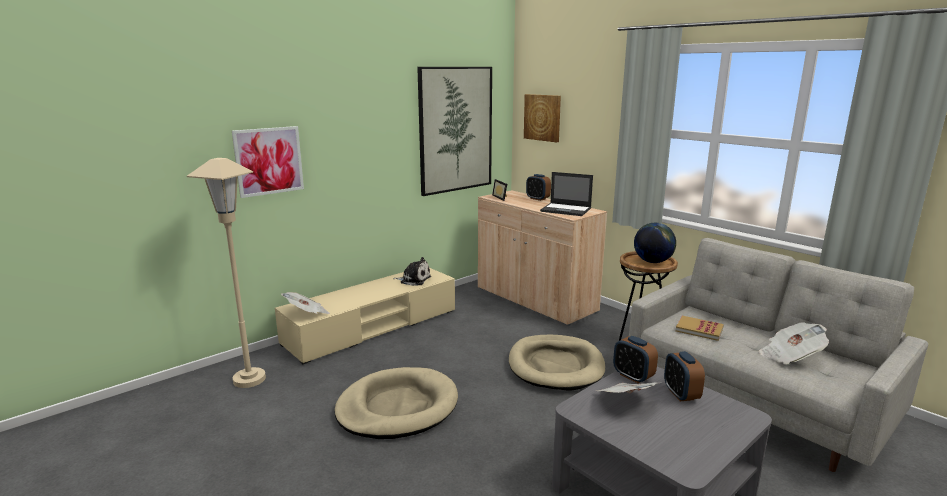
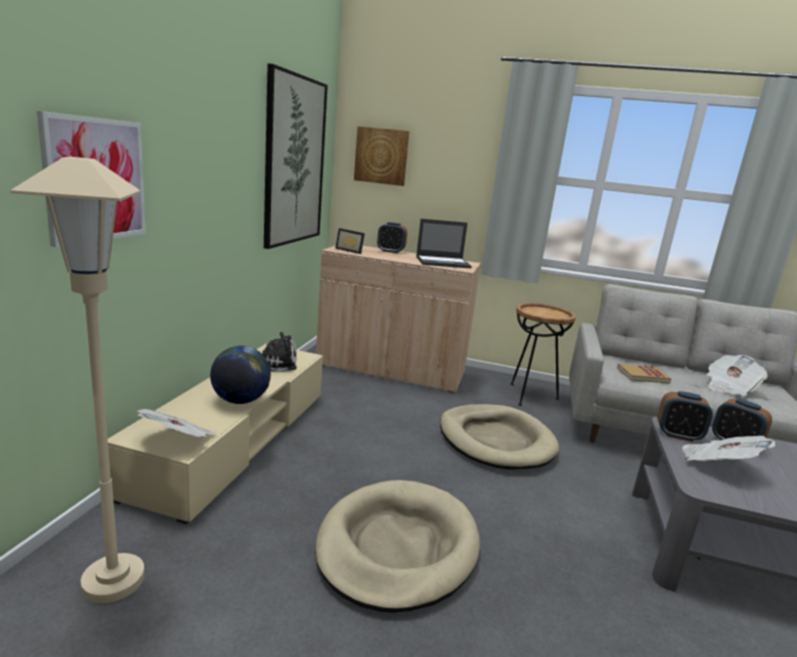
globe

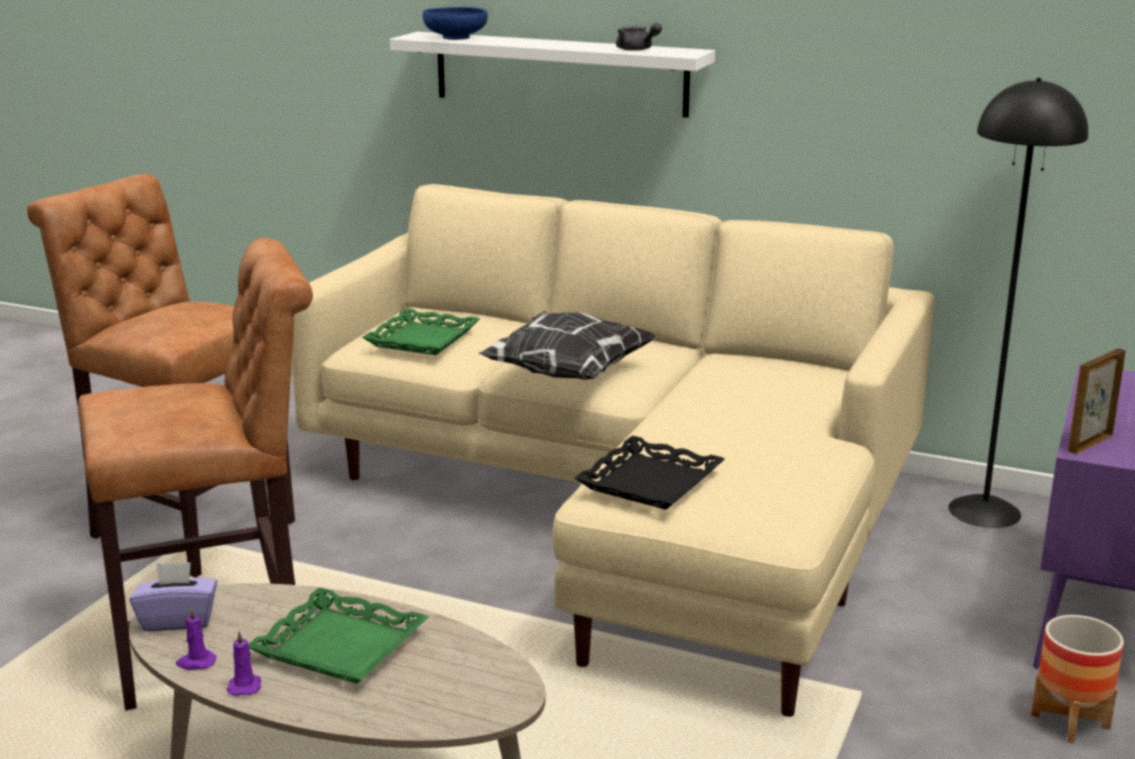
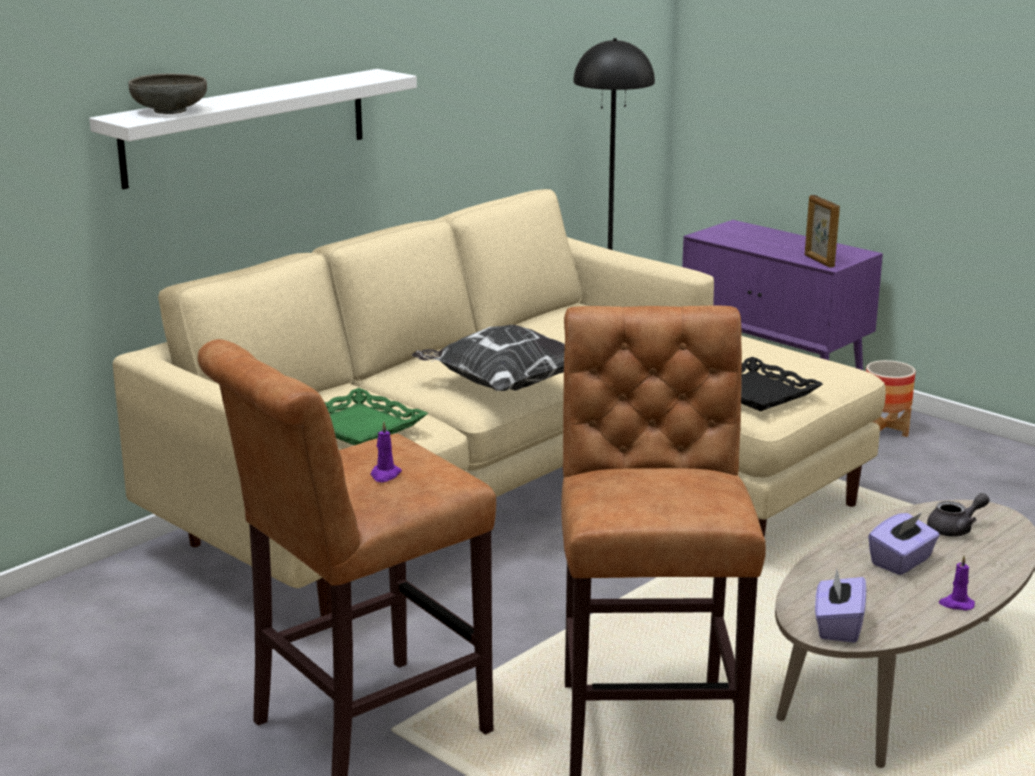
bowl (grey)
candle (purple) (no. 1 from left)
tissue box (purple) (no. 2 from left)
teapot (grey)

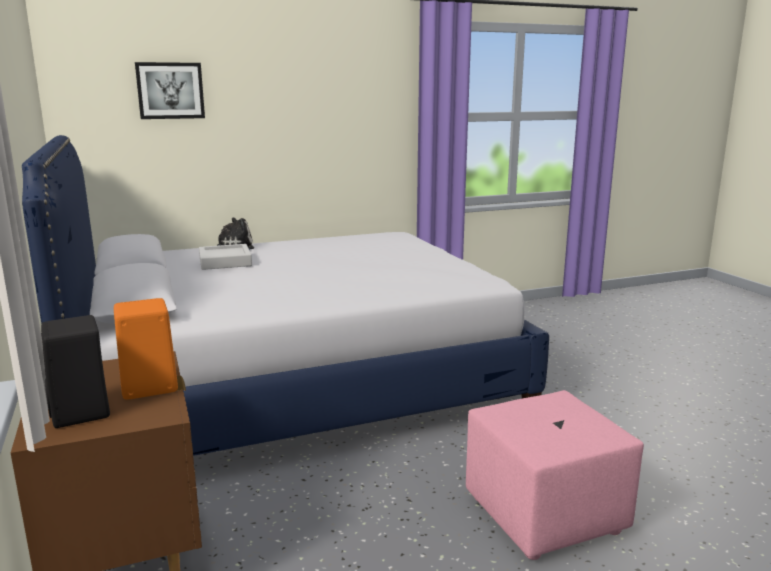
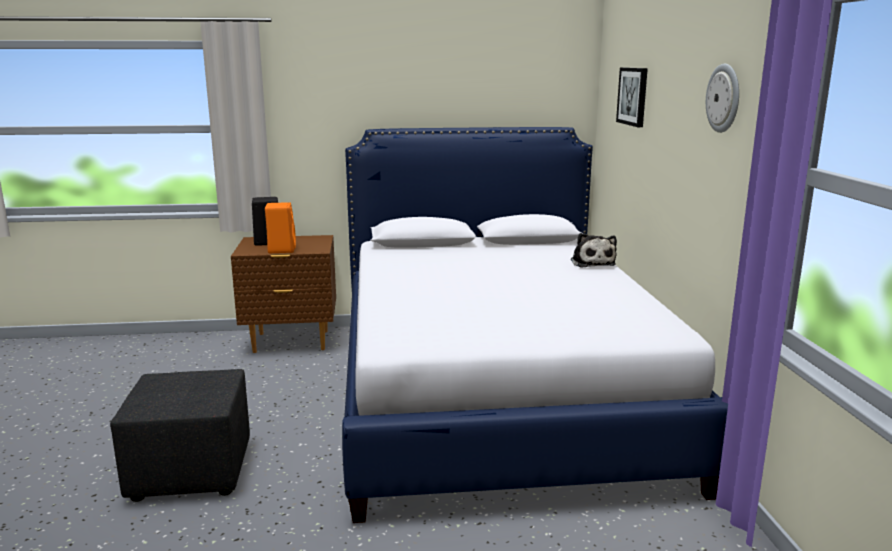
ottoman (black)
wall clock
tray (grey)

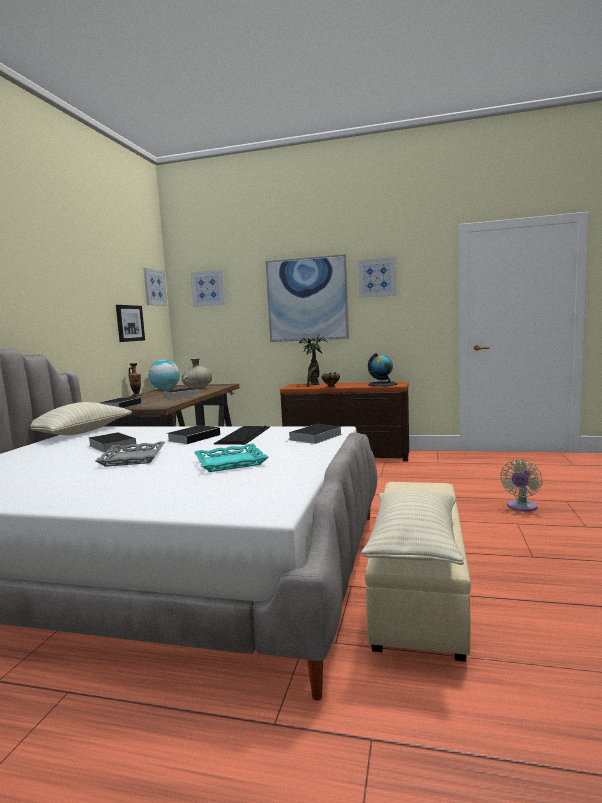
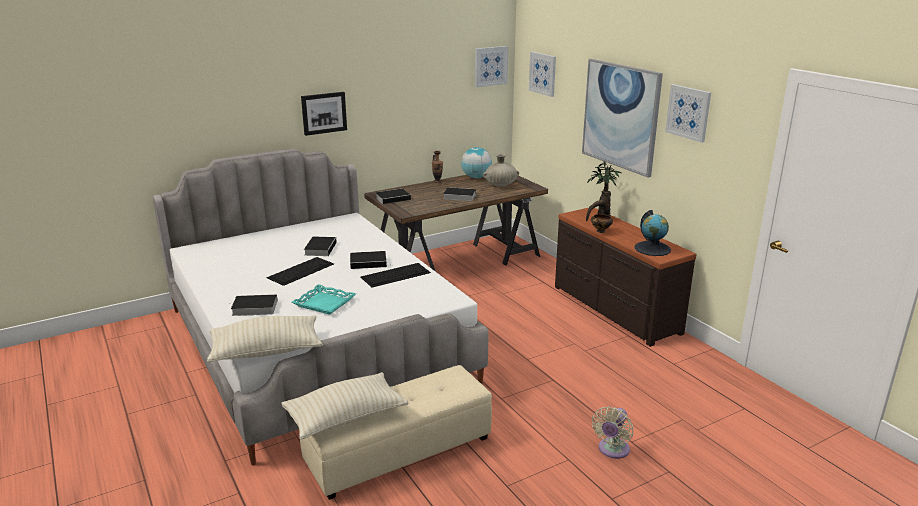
pillow (beige) (no. 1 from left)
book (no. 1 from left)
keyboard (no. 1 from left)
picture (no. 1 from left)
fan (beige)

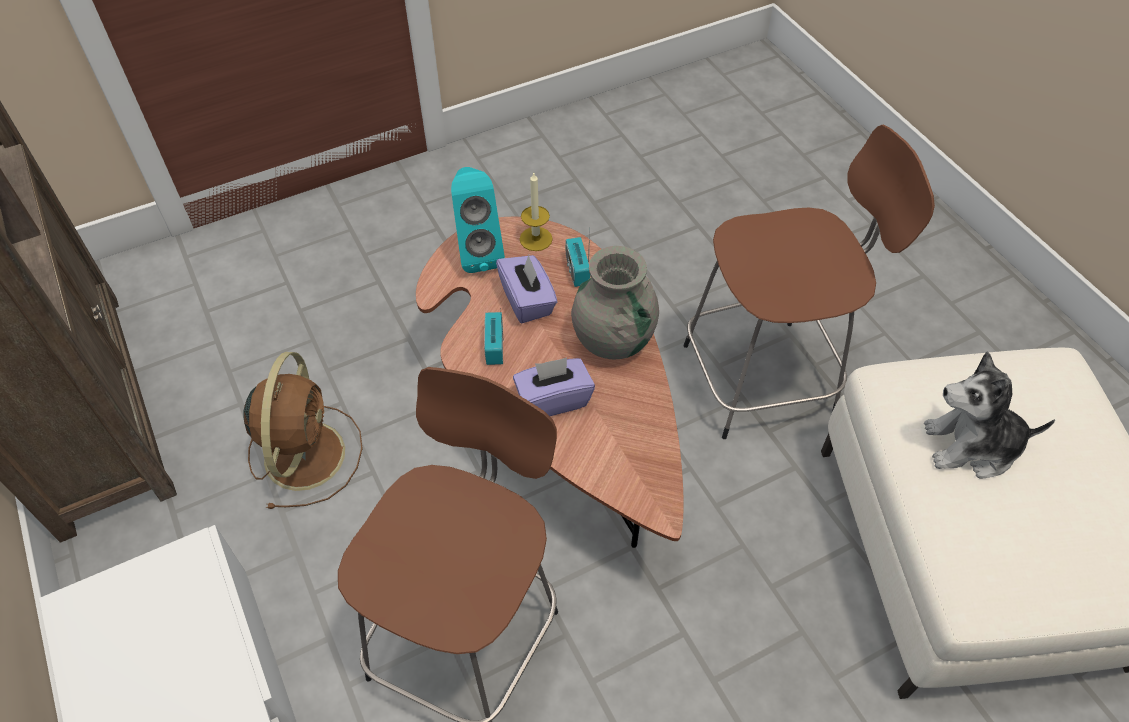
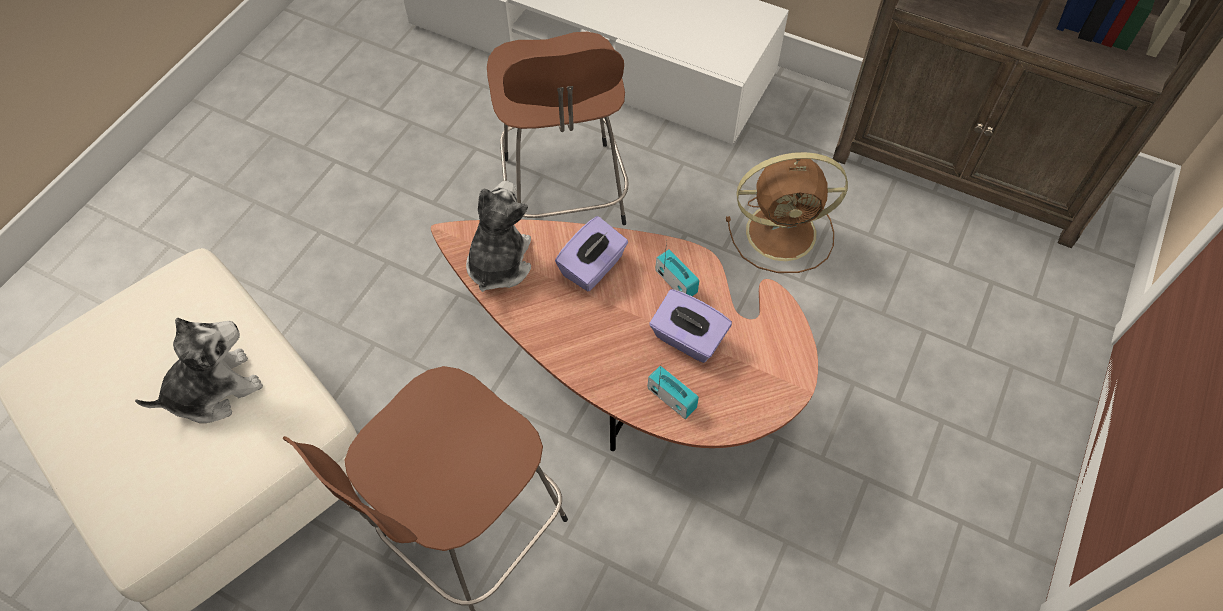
plush toy (no. 2 from left)
fan (brown)
speaker (turquoise)
candle
vase (grey)

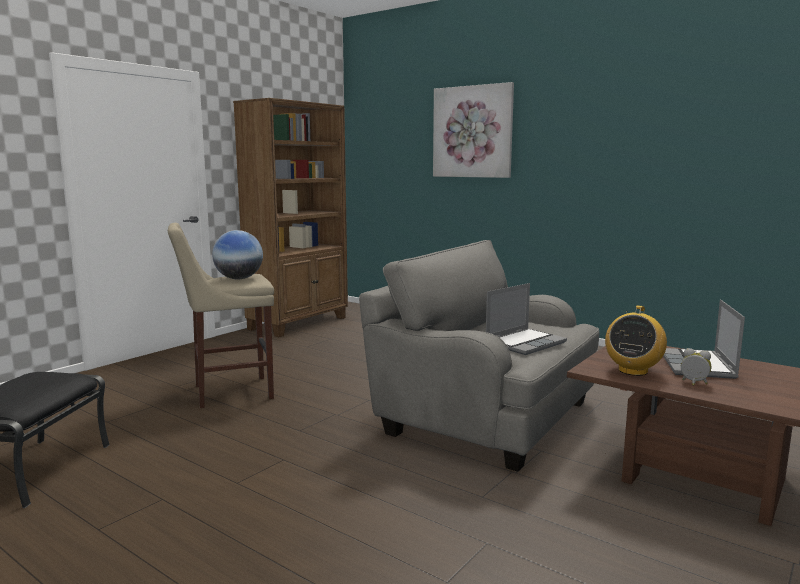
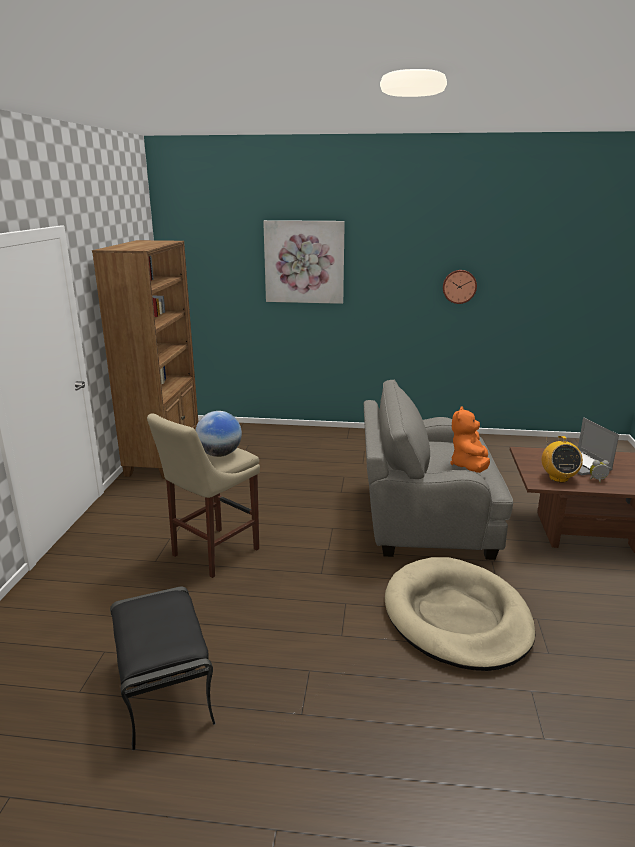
dog bed (beige)
wall clock
plush toy (orange)

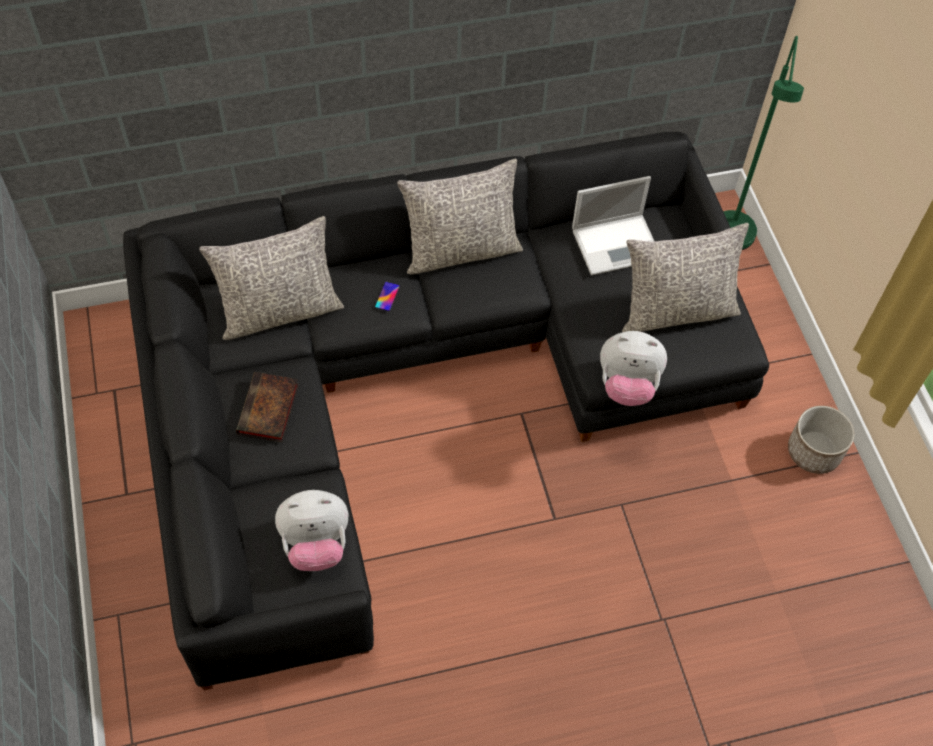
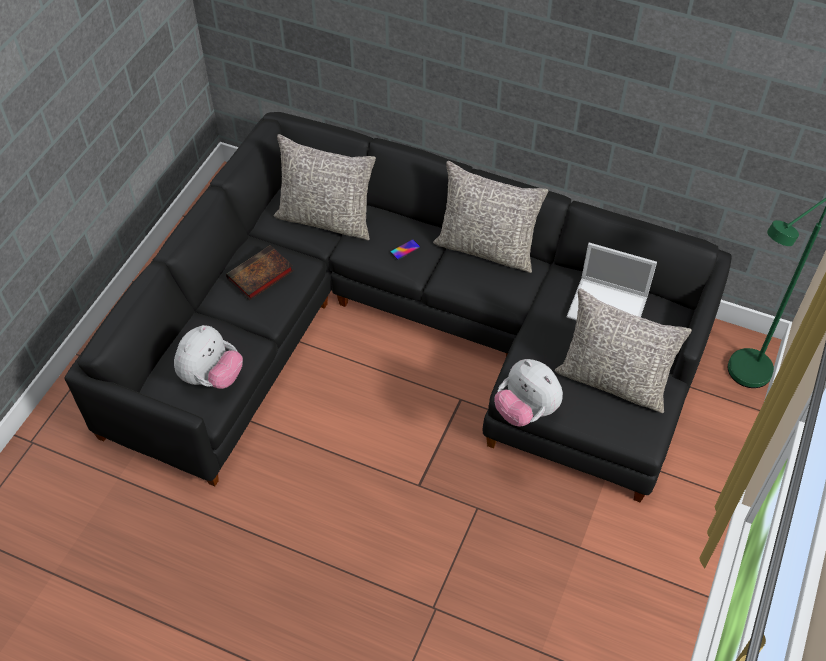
plush toy (no. 1 from left)
planter

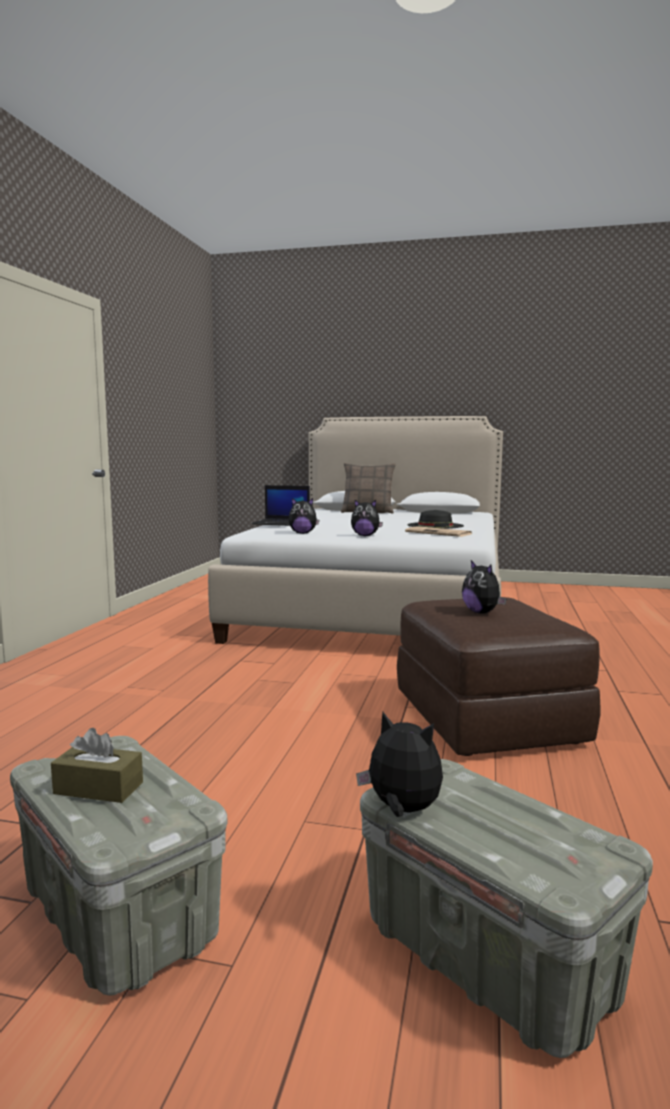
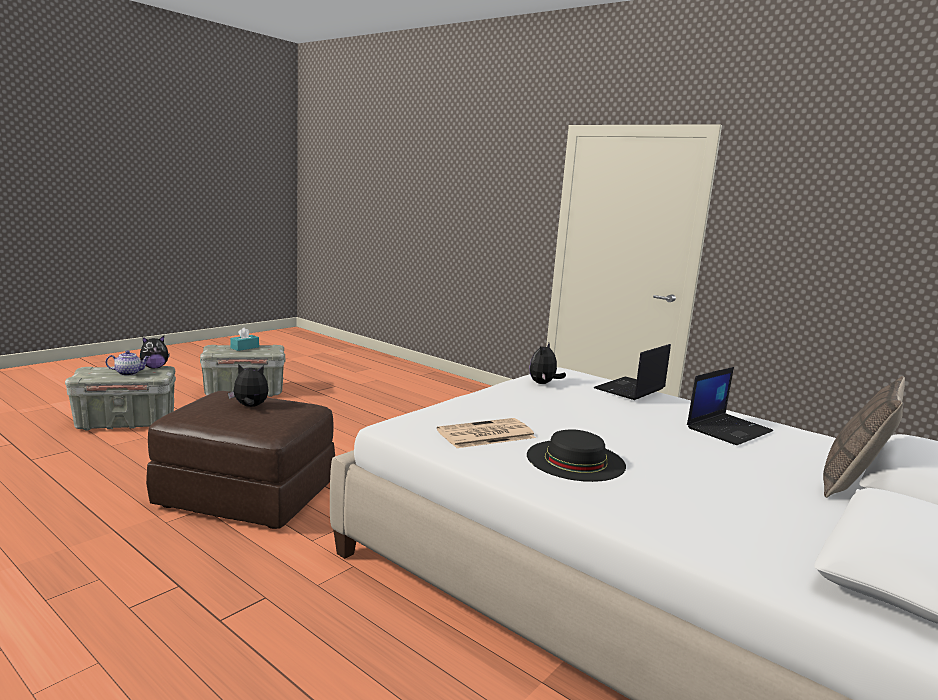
teapot
tissue box (turquoise)
laptop (no. 2 from left)
plush toy (no. 2 from left in the first image)

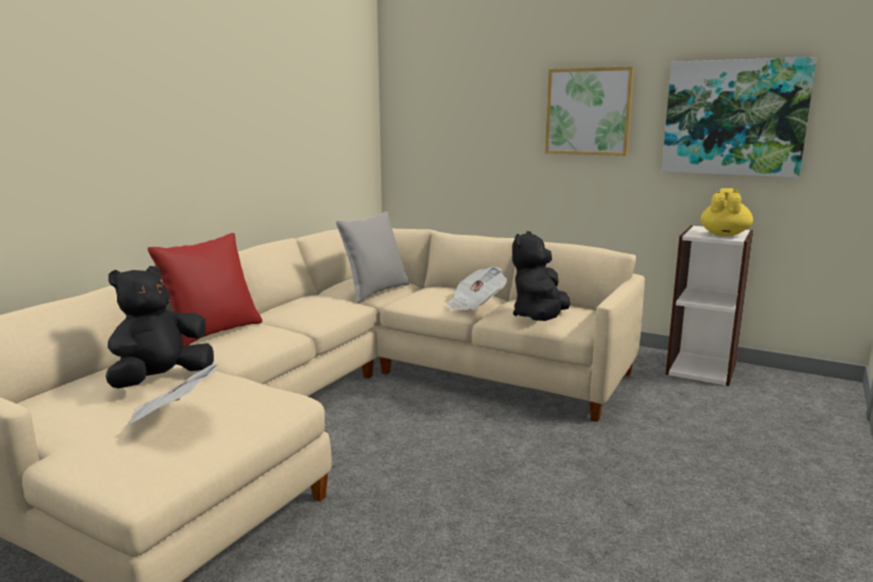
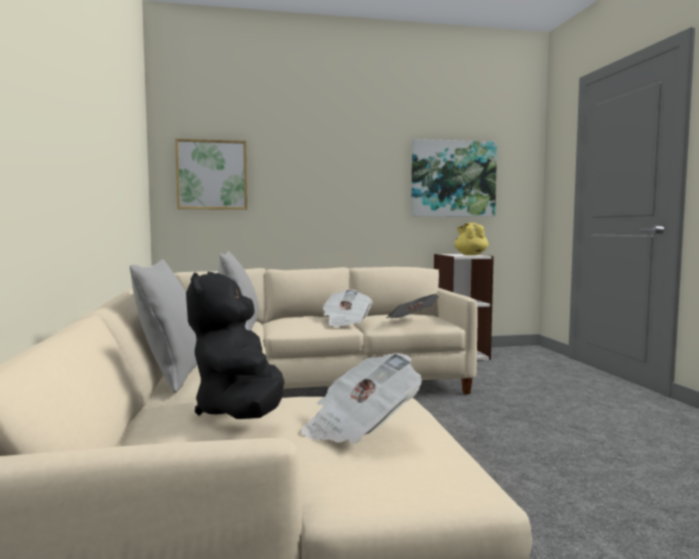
pillow (grey) (no. 1 from left)
picture (no. 1 from left)
newspaper (no. 3 from left)

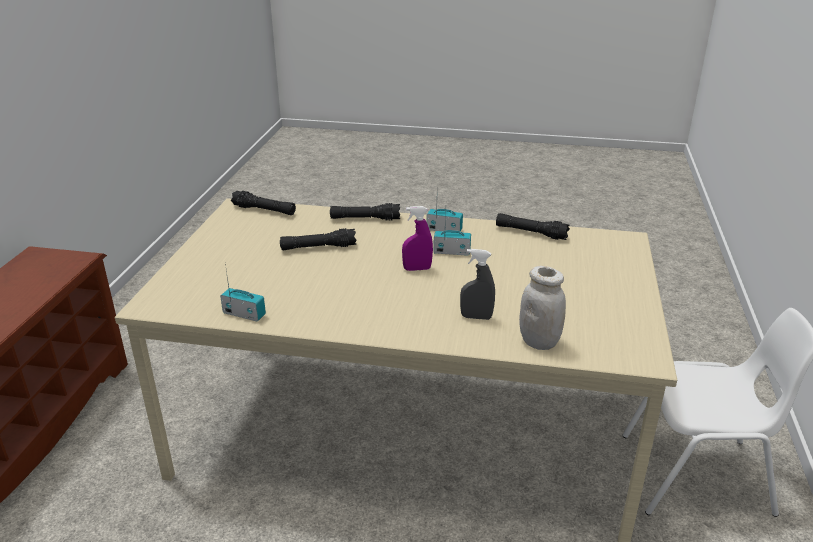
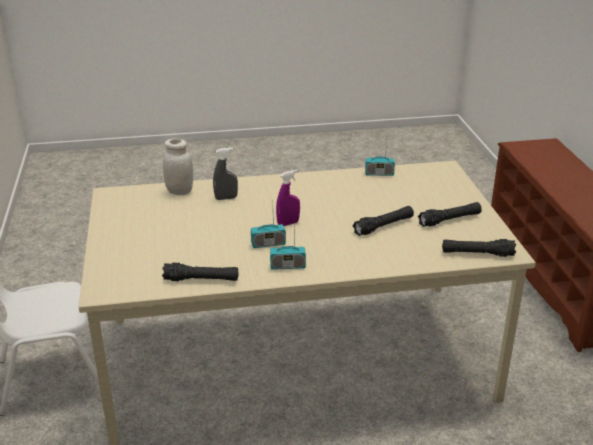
flashlight (black) (no. 3 from left)

